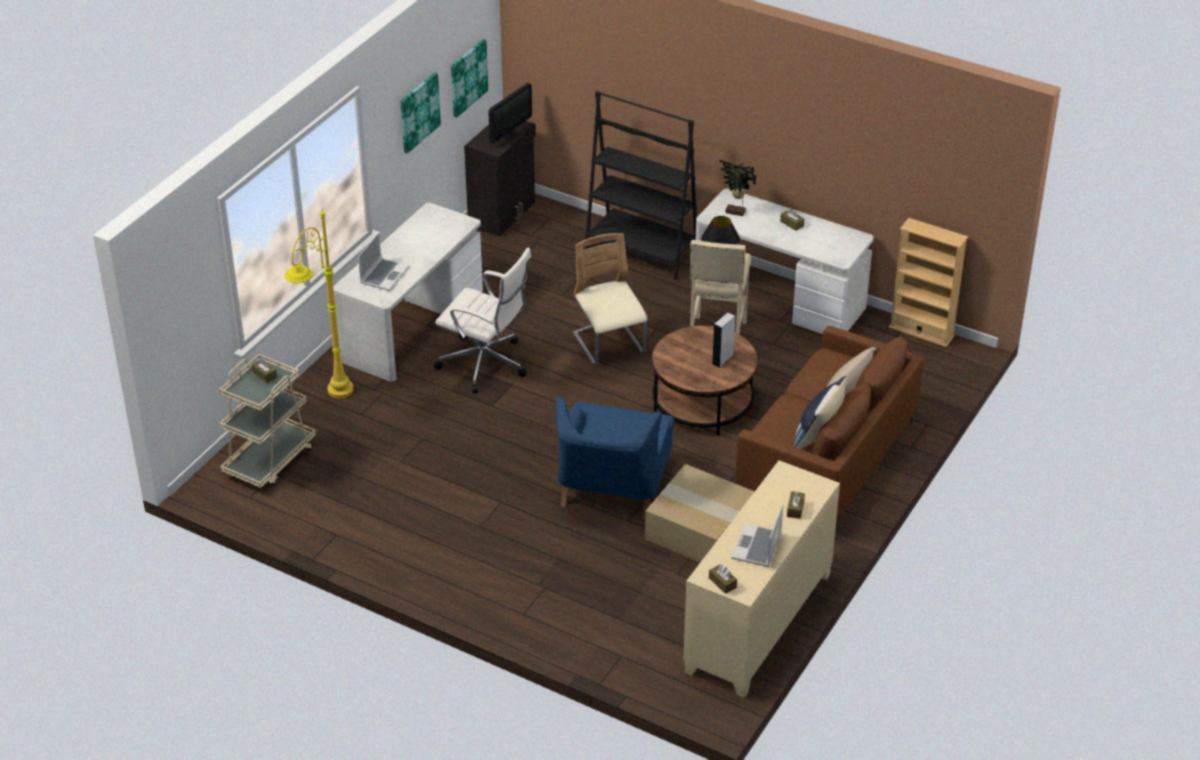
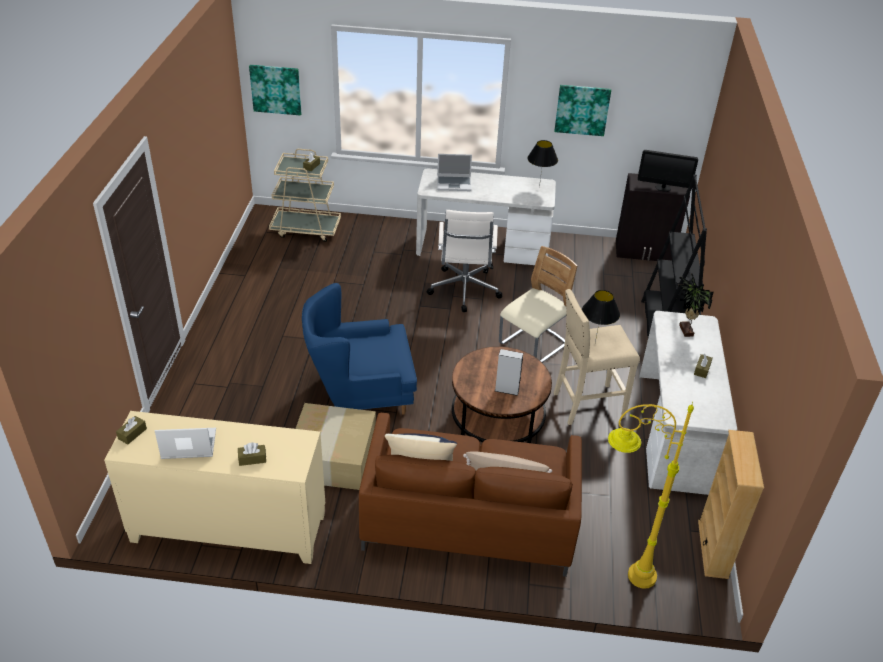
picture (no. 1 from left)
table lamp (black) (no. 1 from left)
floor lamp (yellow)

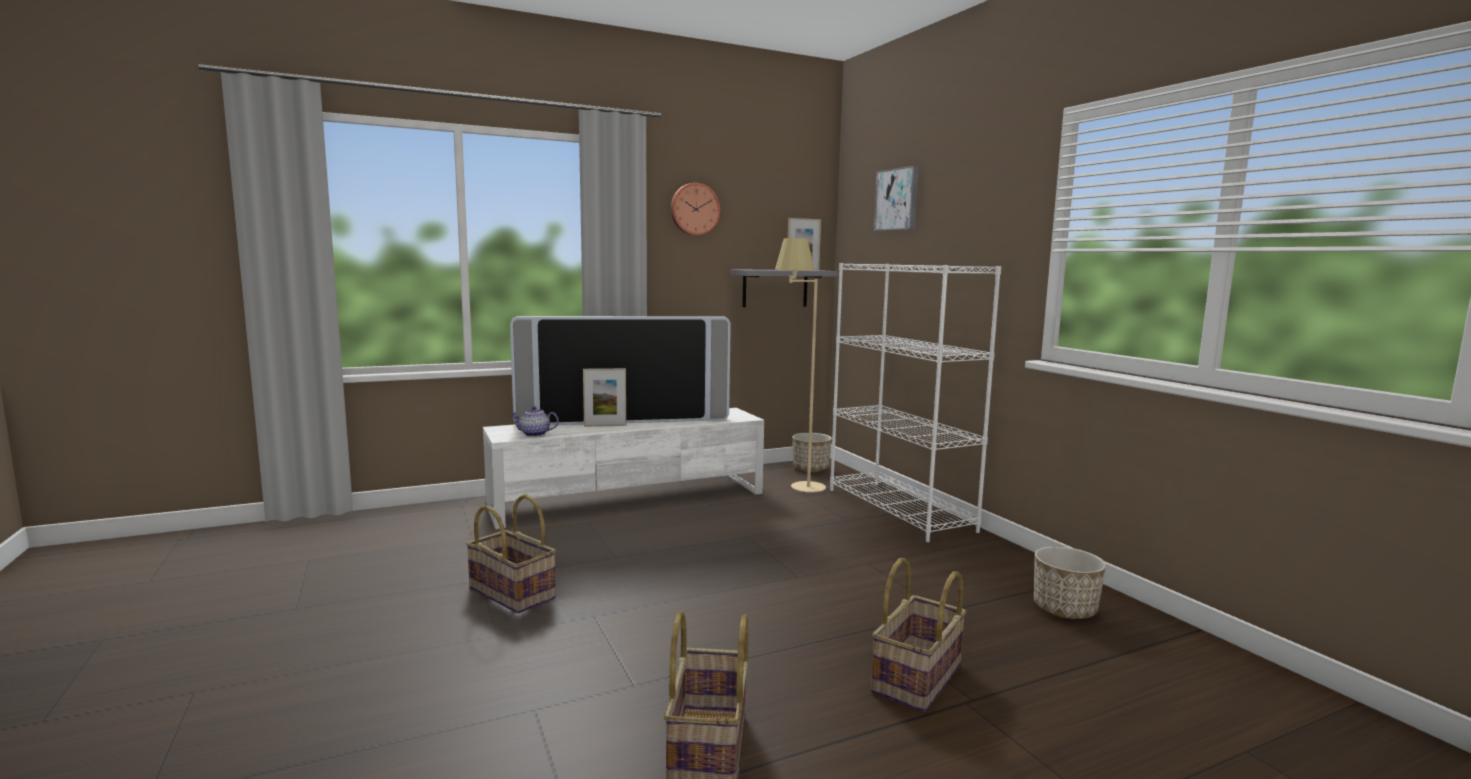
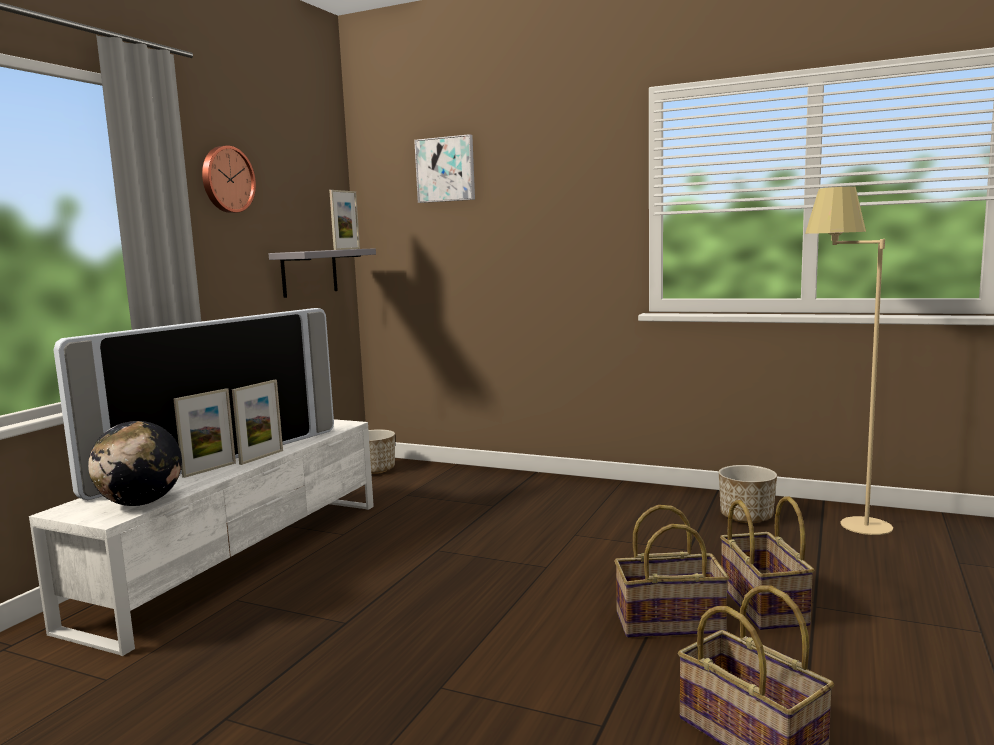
globe
picture frame (no. 2 from left)
basket (no. 1 from left)
floor lamp (beige)
bookcase (white)

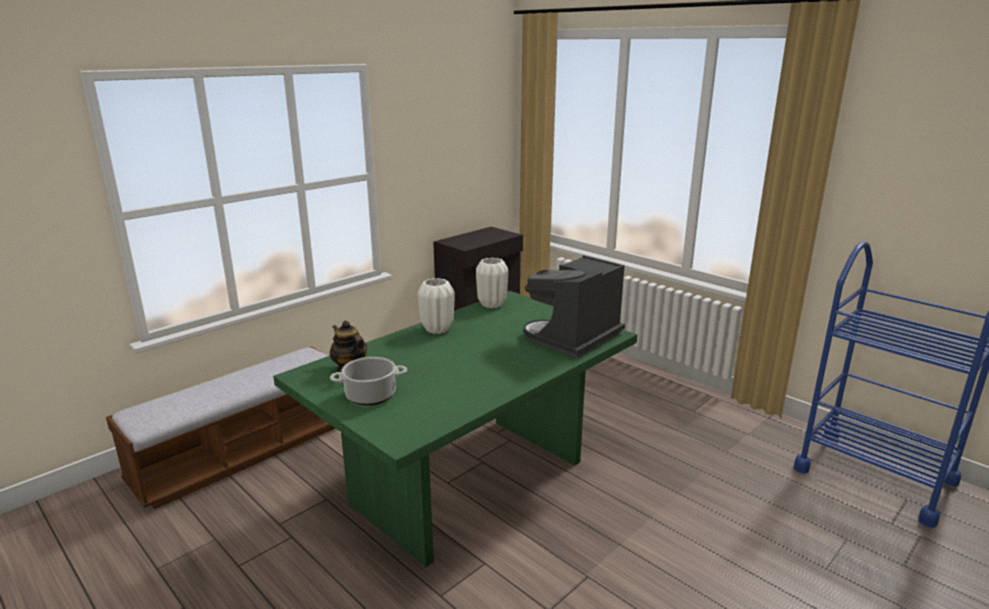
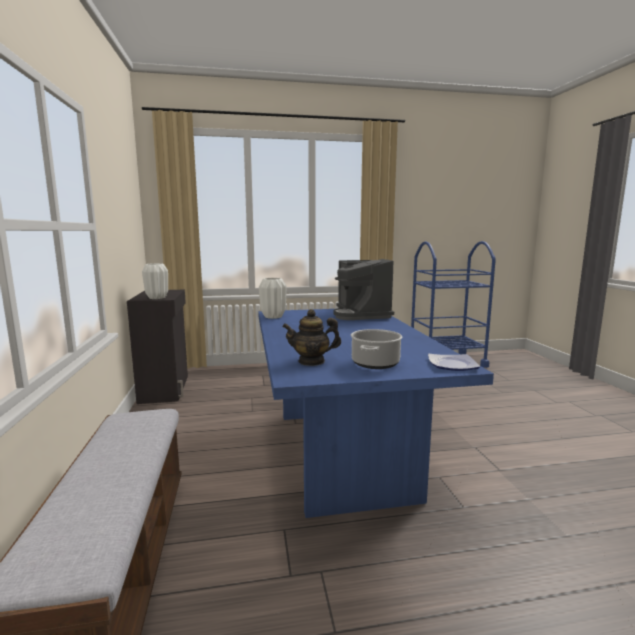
vase (white) (no. 1 from left)
dining table (blue)
plate

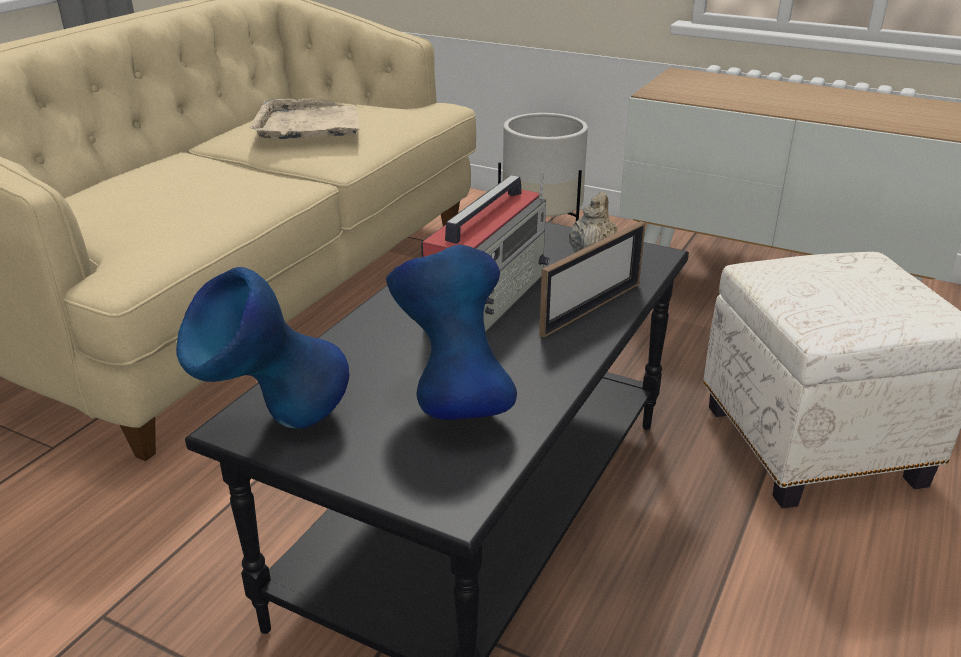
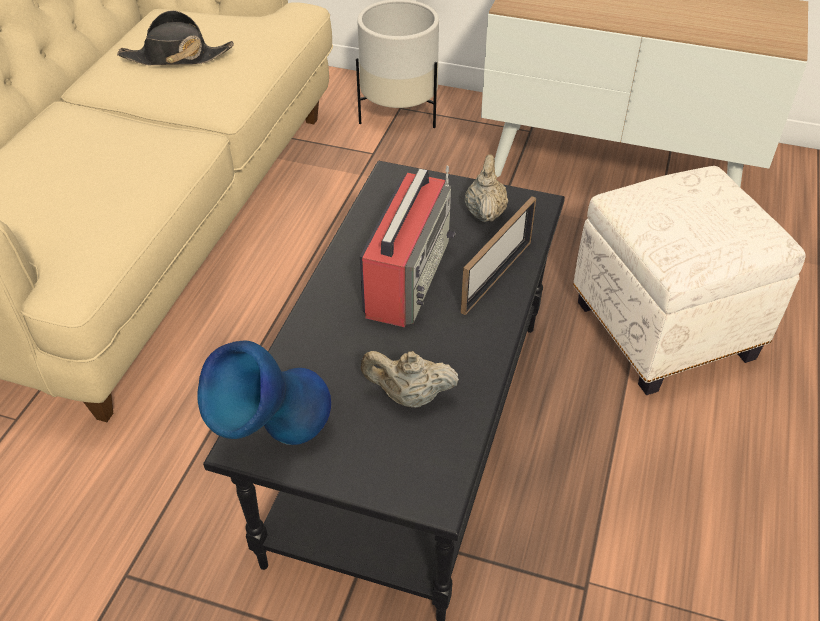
hat (black)
teapot (beige) (no. 1 from left)

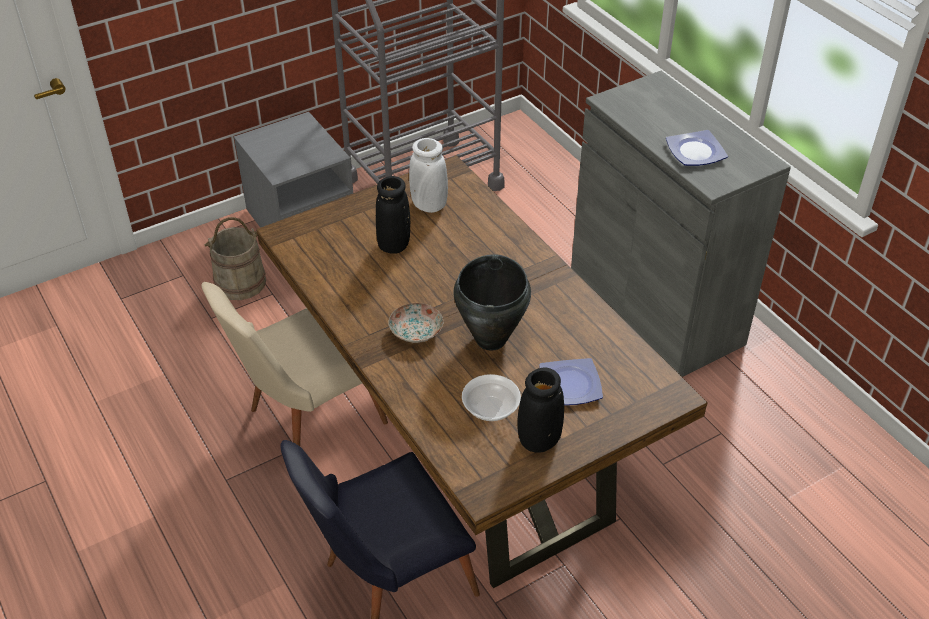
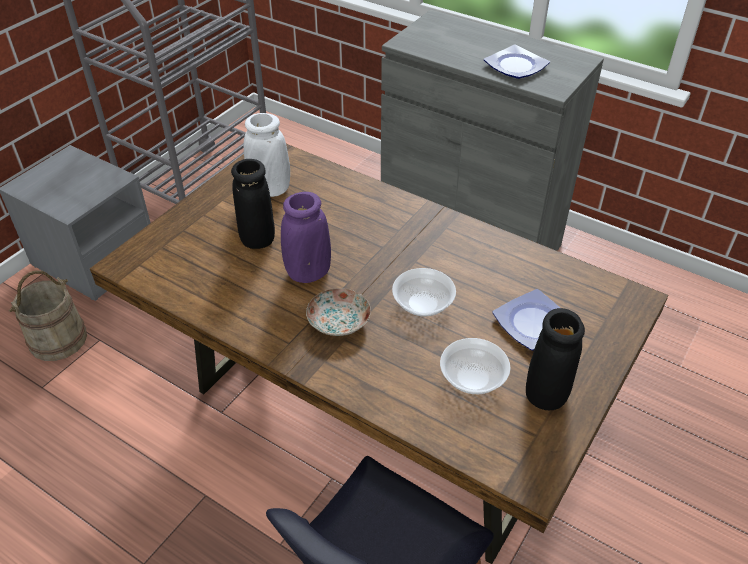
vase (purple)
bowl (no. 1 from left)
chair (beige)

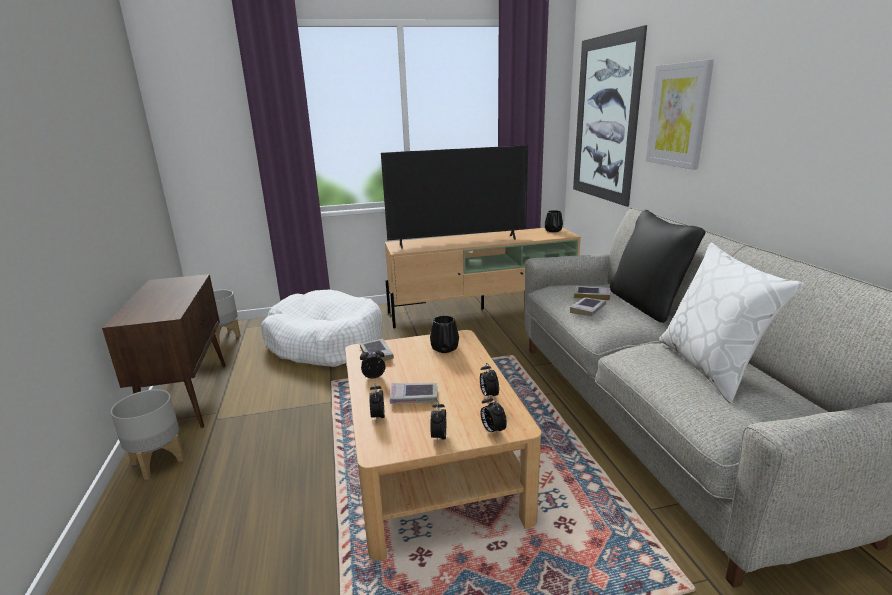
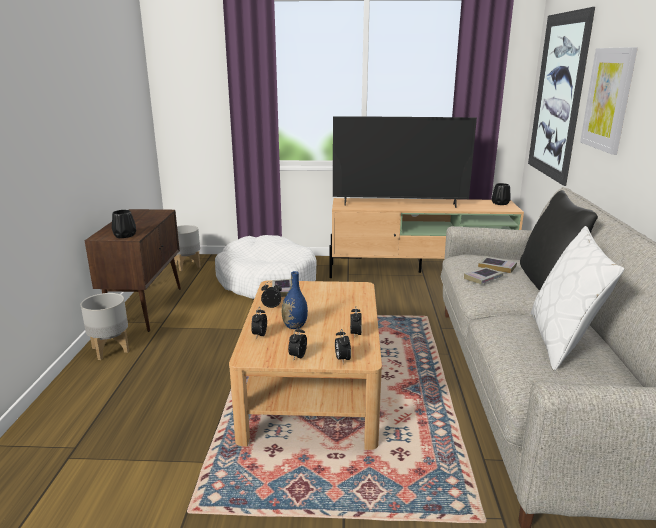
vase (black) (no. 1 from left)
vase (blue)

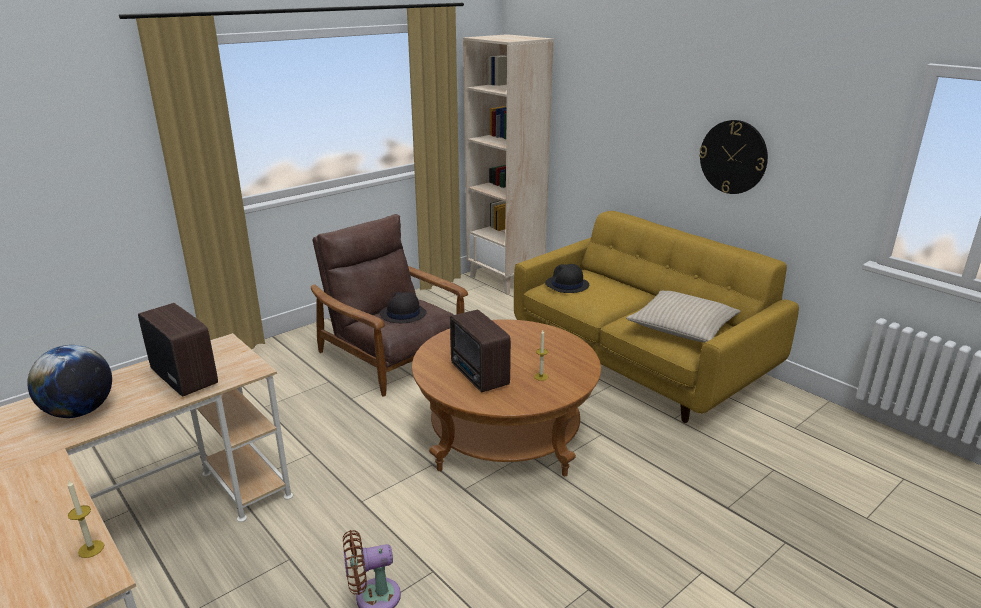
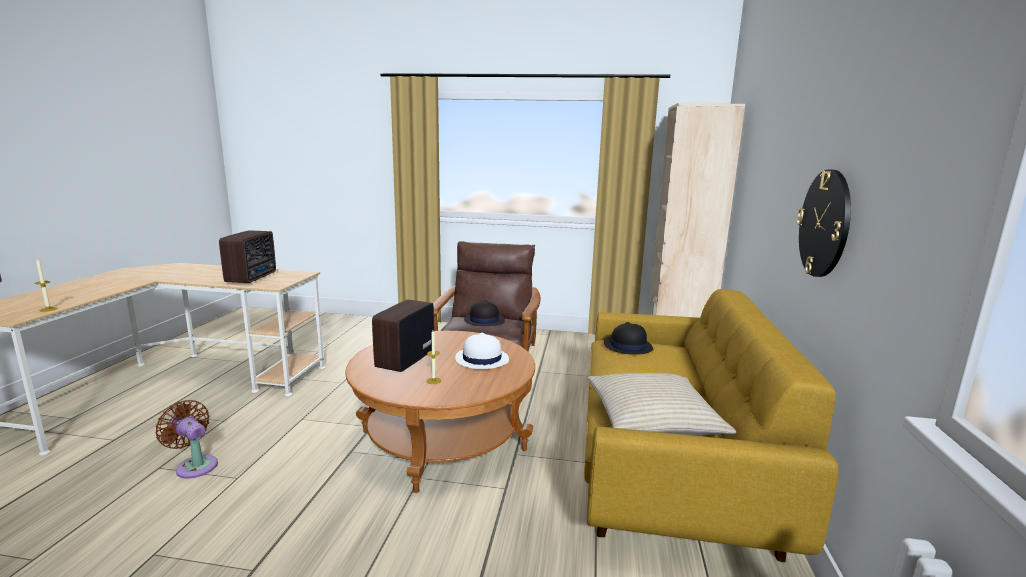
hat (white)
globe

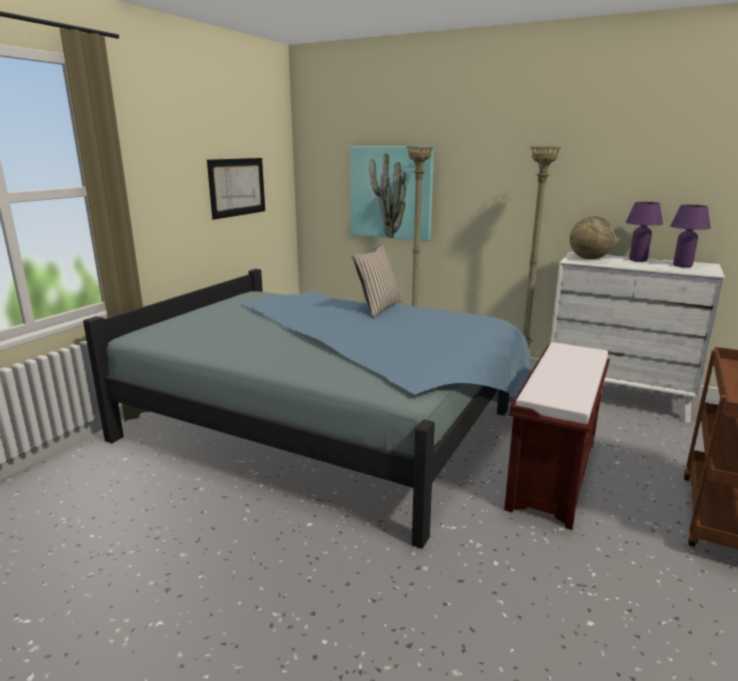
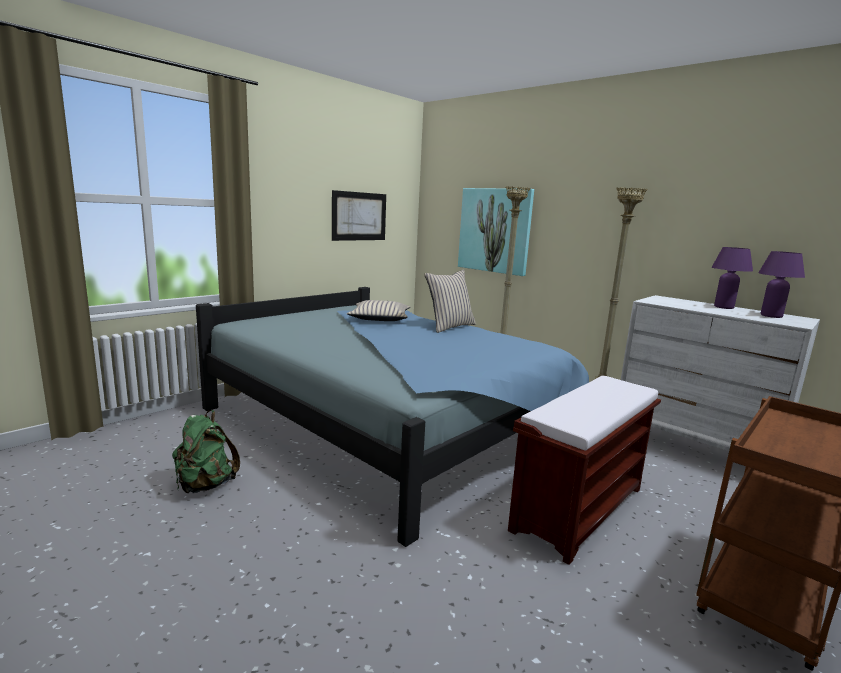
backpack (green)
pillow (beige) (no. 1 from left)
globe

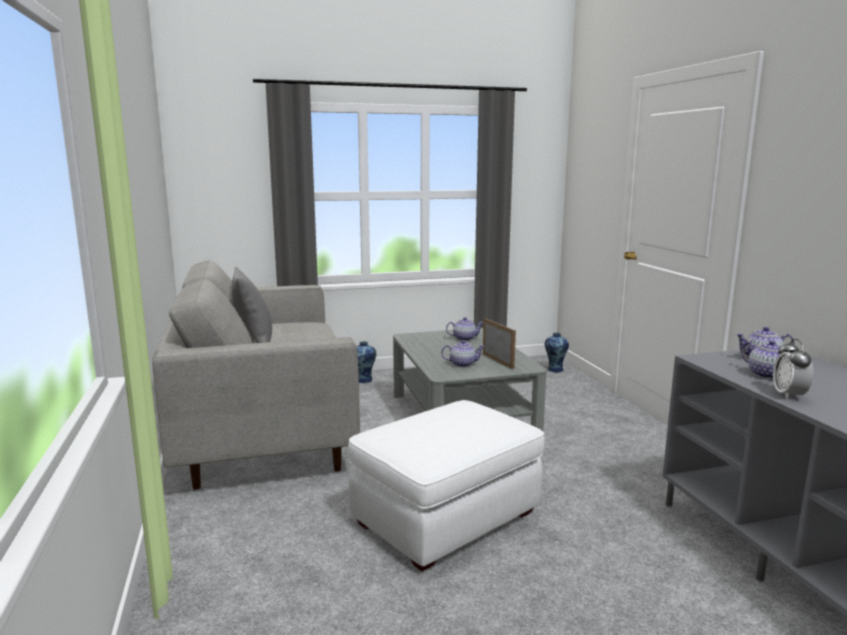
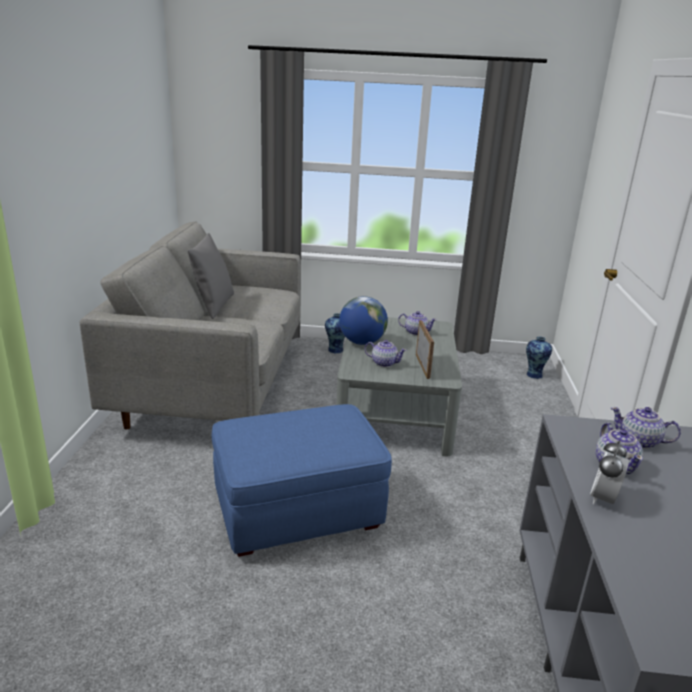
ottoman (blue)
globe

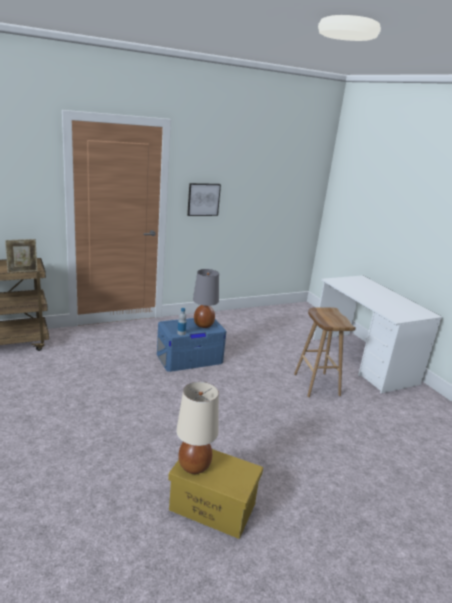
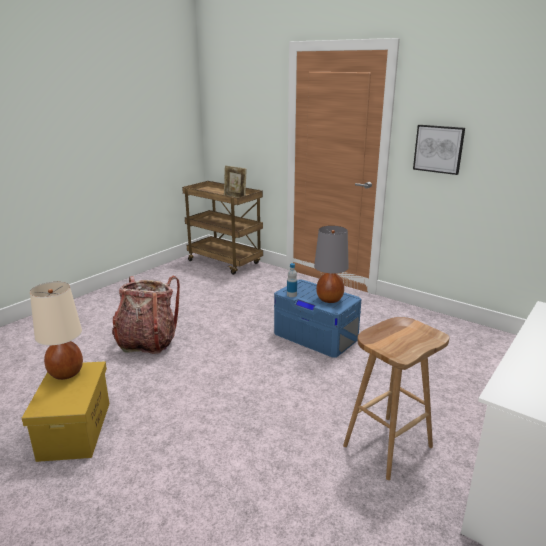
backpack

